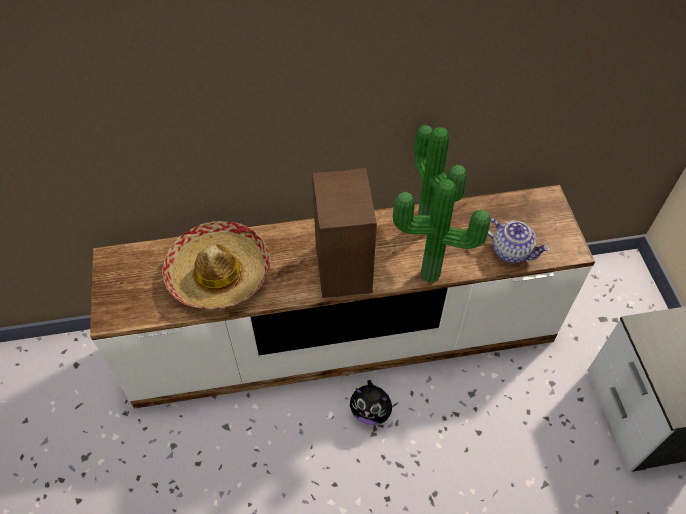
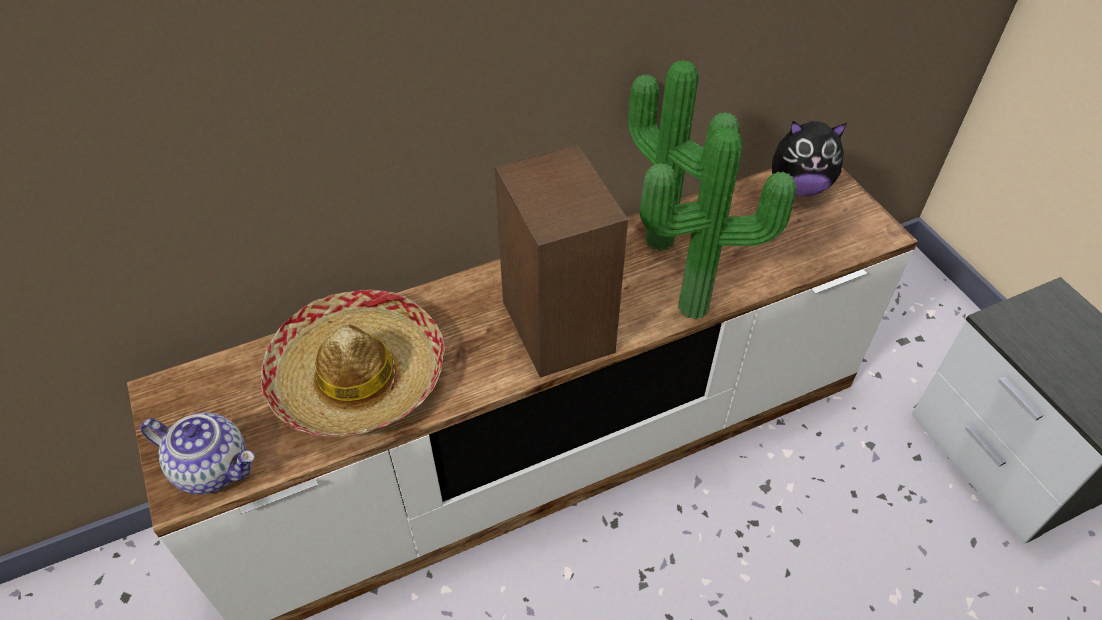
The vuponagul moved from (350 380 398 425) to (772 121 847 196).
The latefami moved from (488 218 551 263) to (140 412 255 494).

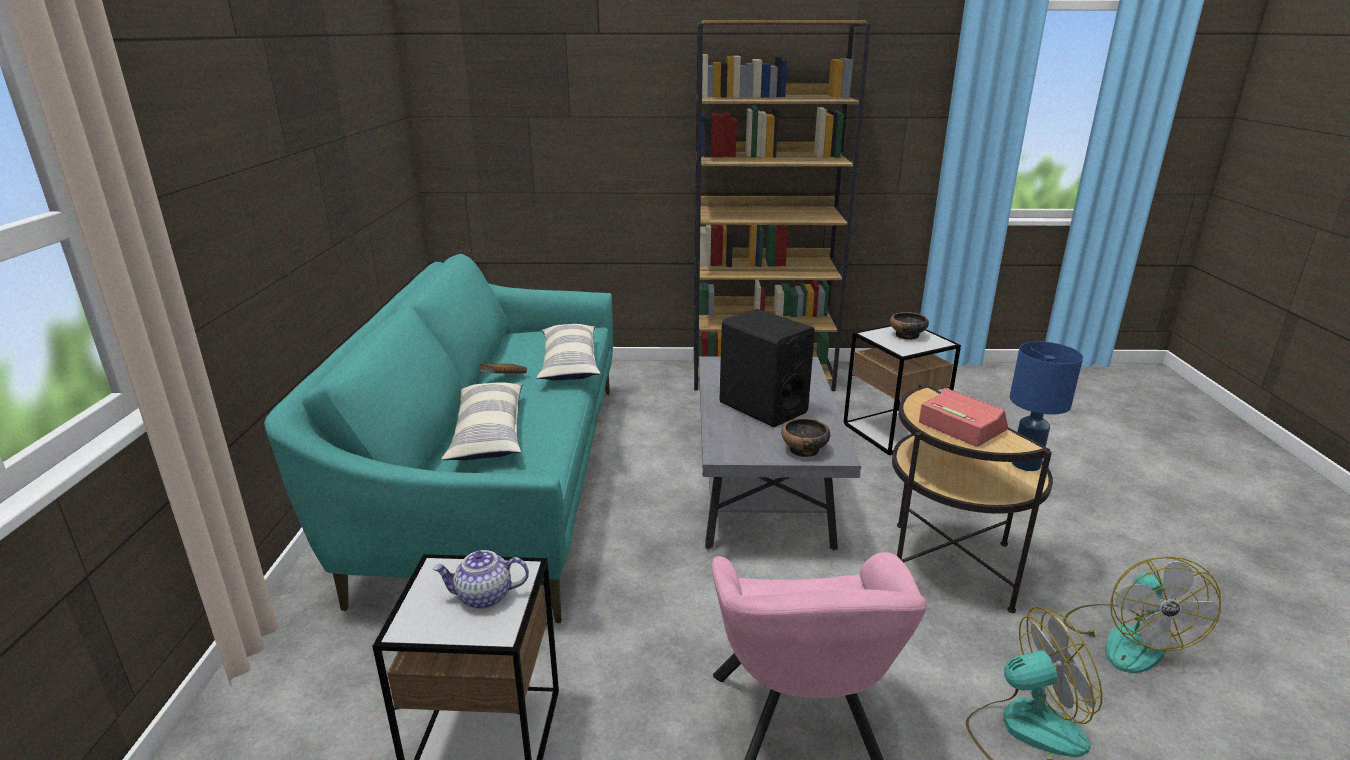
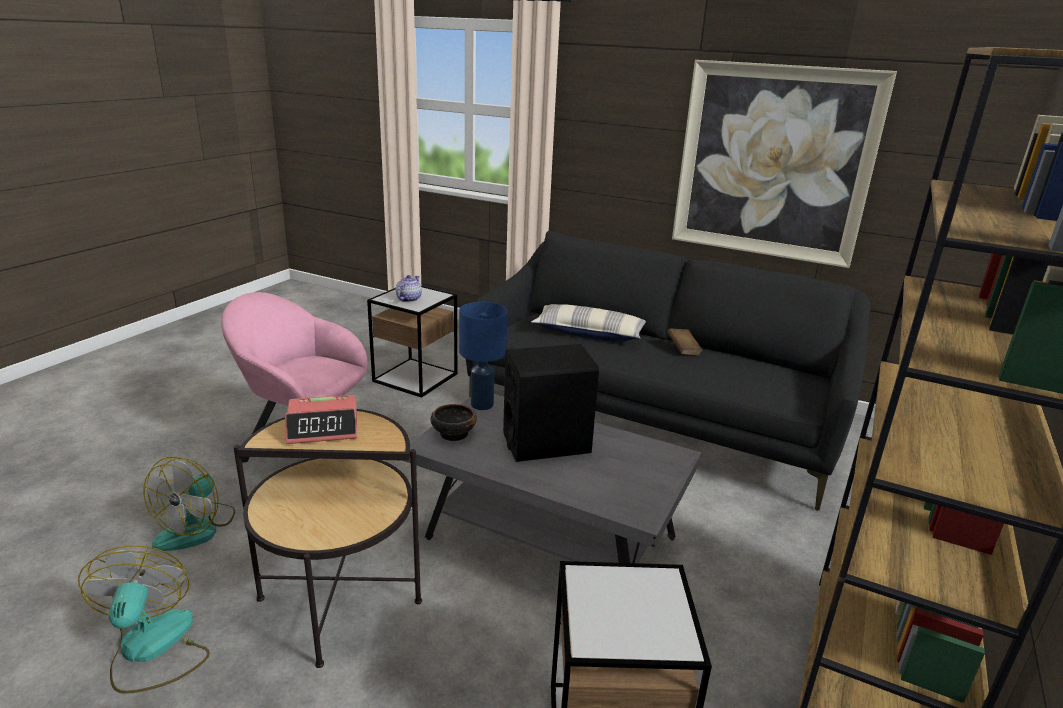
The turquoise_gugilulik at (264 254 613 624) became the black_gugilulik at (466 231 871 511).
The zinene at (536 324 600 380) disappeared.
The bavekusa at (890 312 929 340) disappeared.
The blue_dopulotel moved from (1010 341 1083 471) to (459 302 508 410).
The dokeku at (1063 557 1221 673) turned 45 degrees clockwise.
The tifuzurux at (672 60 897 268) appeared.

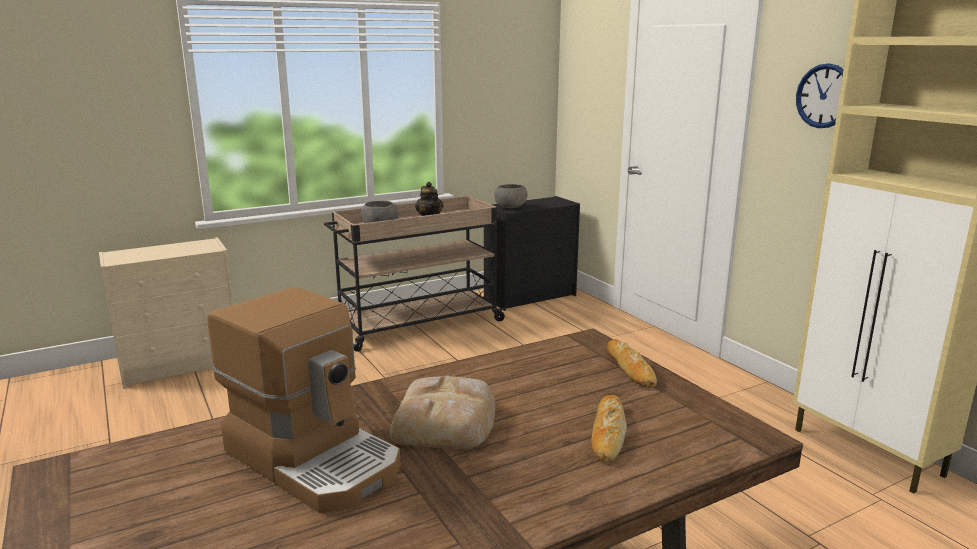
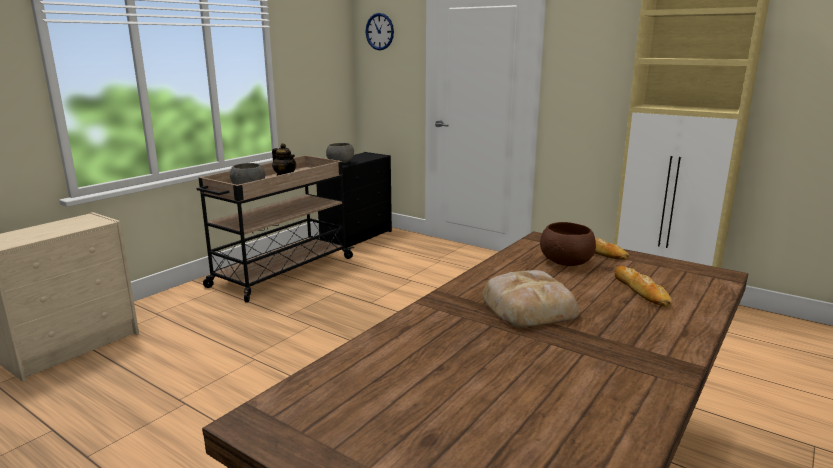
The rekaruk at (208 287 400 513) disappeared.
The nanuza moved from (796 63 844 128) to (366 13 394 50).
The brown_bavekusa at (540 222 596 266) appeared.

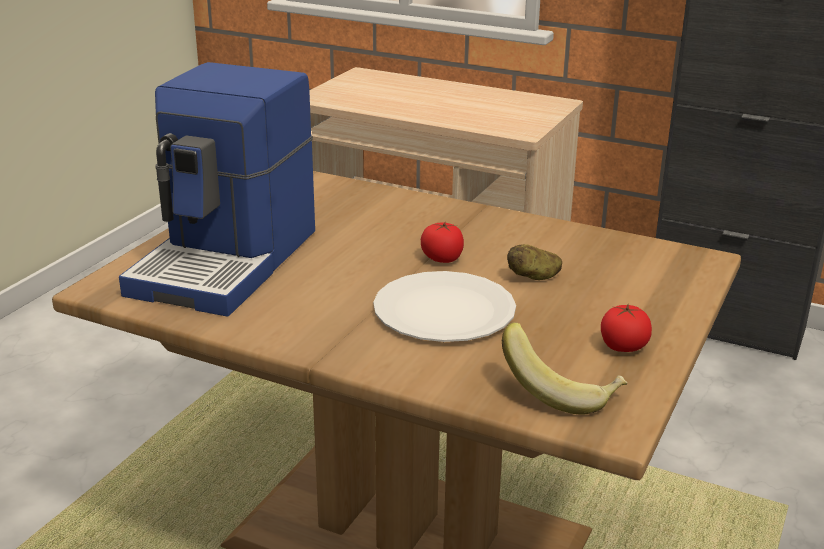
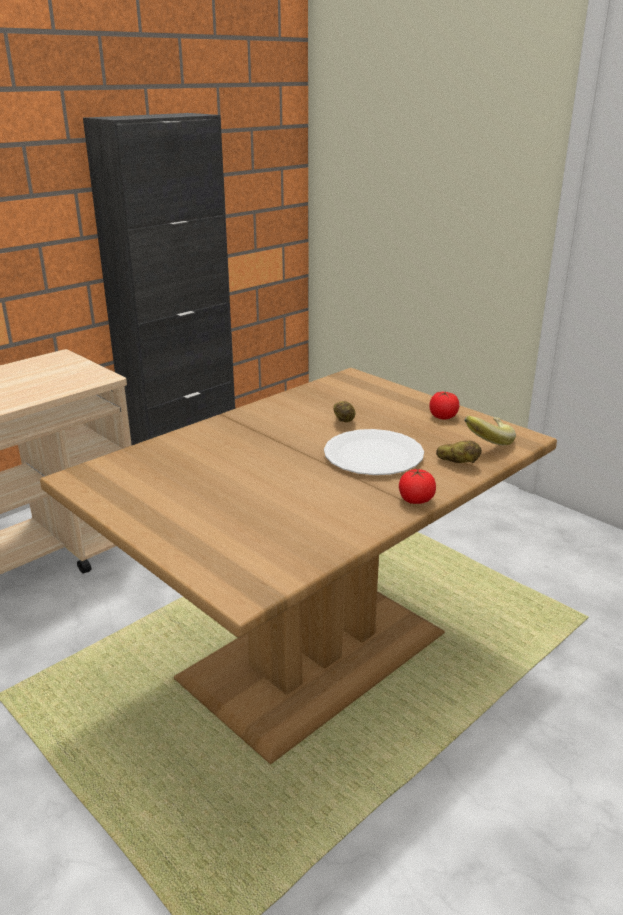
The rekaruk at (119 62 315 317) disappeared.
The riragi moved from (421 222 464 263) to (399 469 436 504).
The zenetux at (436 440 482 463) appeared.

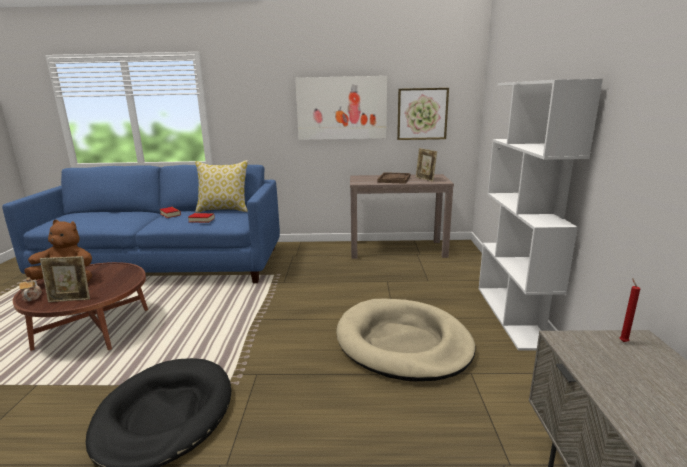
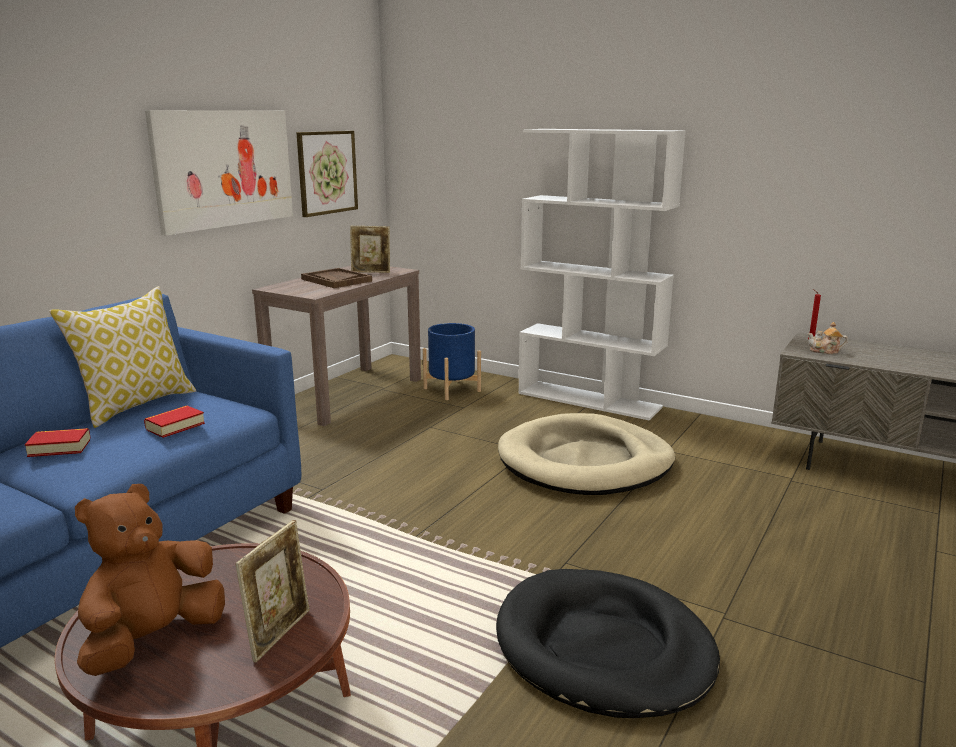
The latefami moved from (19 277 42 301) to (807 322 848 354).
The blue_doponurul at (423 323 481 400) appeared.

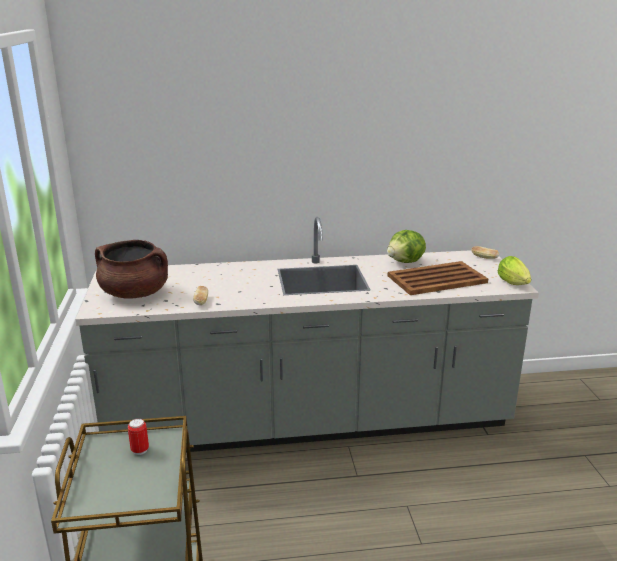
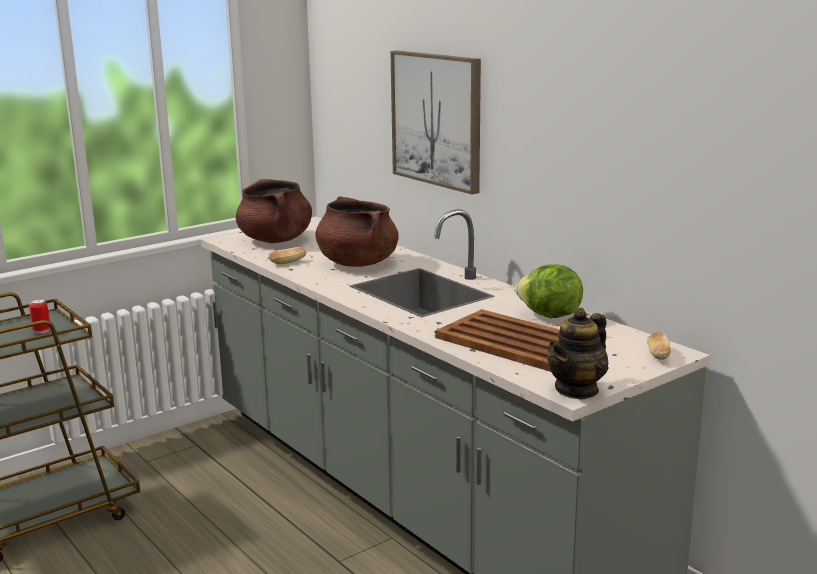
The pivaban at (498 256 531 285) was replaced by the latefami at (547 307 609 400).
The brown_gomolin at (316 196 399 267) appeared.
The tifuzurux at (390 51 481 194) appeared.

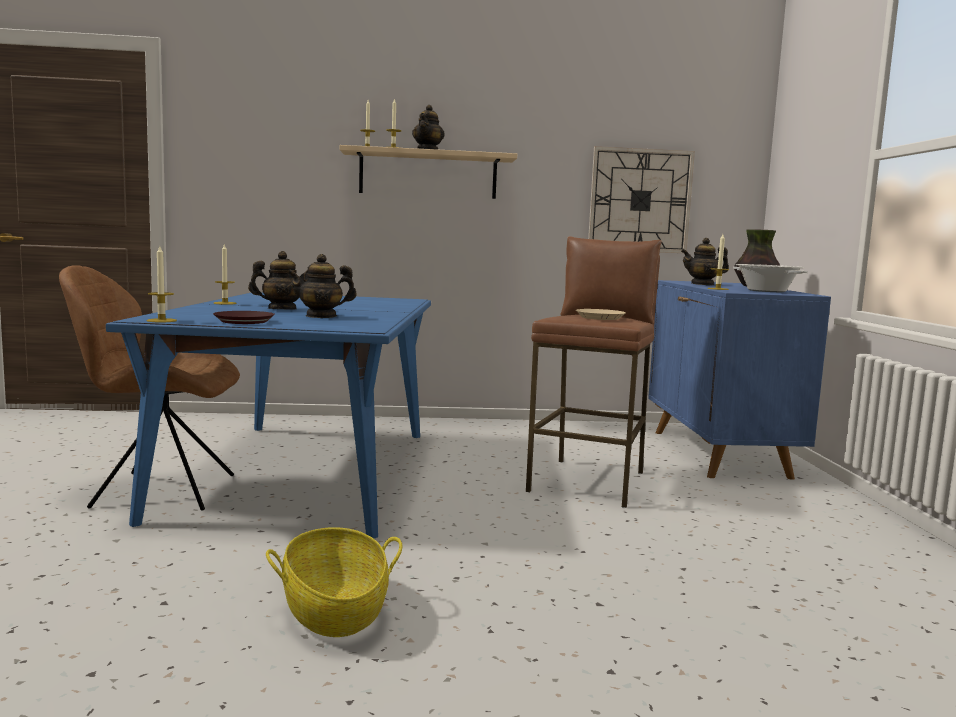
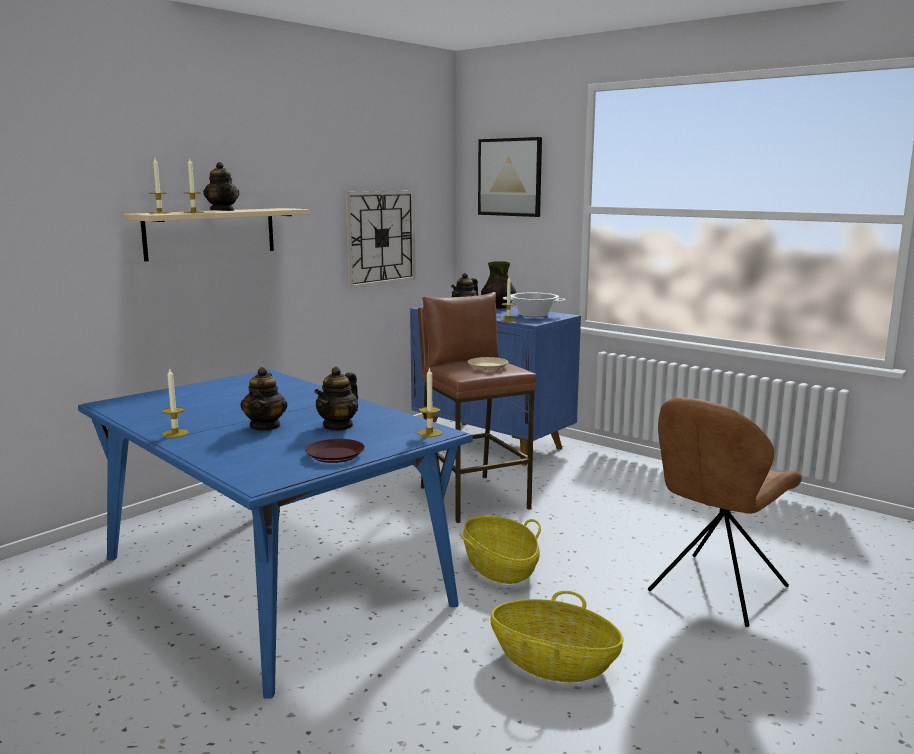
The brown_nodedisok moved from (59 265 240 511) to (648 397 802 627).
The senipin moved from (147 246 177 322) to (417 367 443 437).
The latefami at (248 251 308 309) turned 150 degrees clockwise.
The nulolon at (459 516 541 584) appeared.
The tifuzurux at (478 137 542 217) appeared.

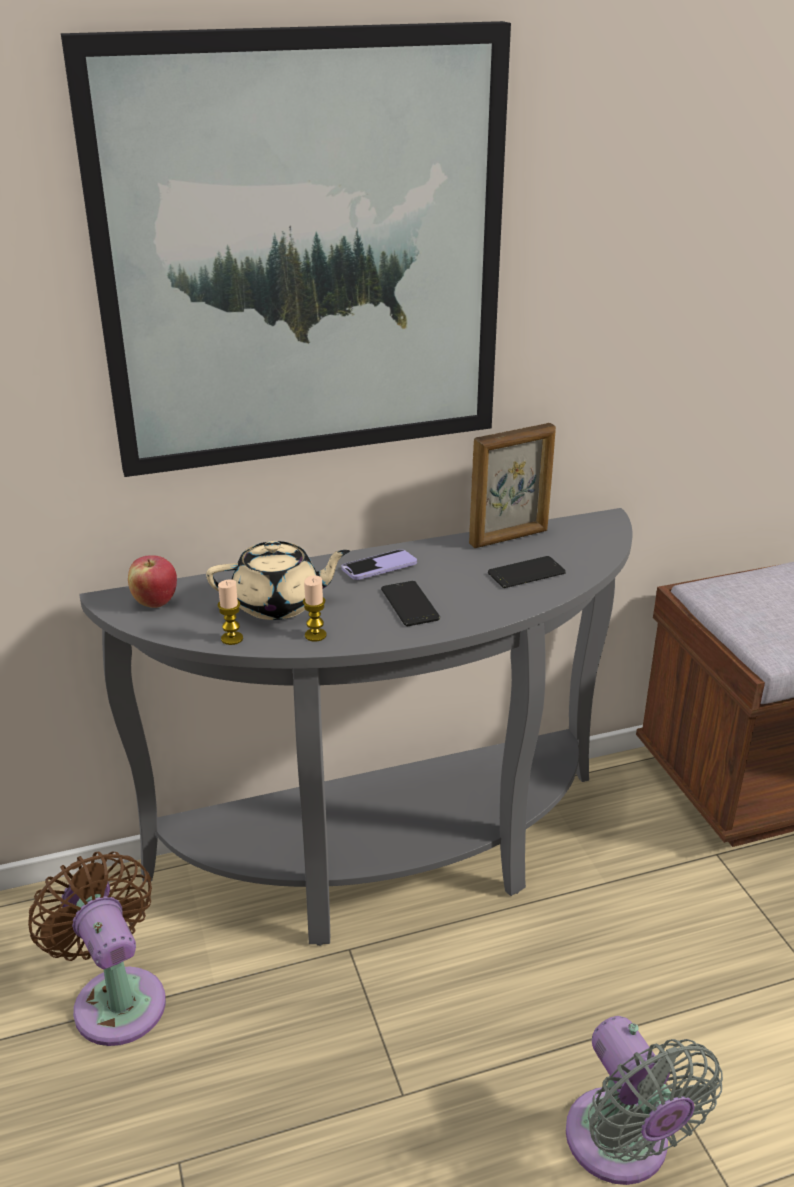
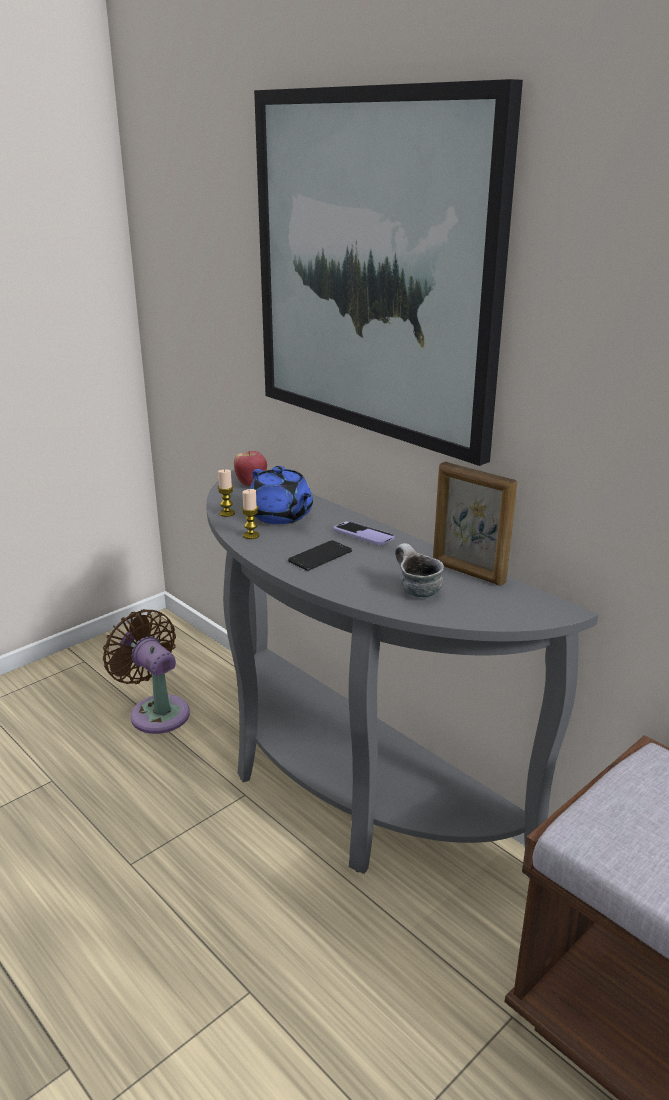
The brown_dokeku at (28 851 166 1046) turned 75 degrees counterclockwise.
The beige_latefami at (206 541 350 620) became the blue_latefami at (250 466 313 524).
The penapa at (488 556 566 588) was replaced by the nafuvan at (395 543 444 597).
The grey_dokeku at (566 1016 723 1185) disappeared.

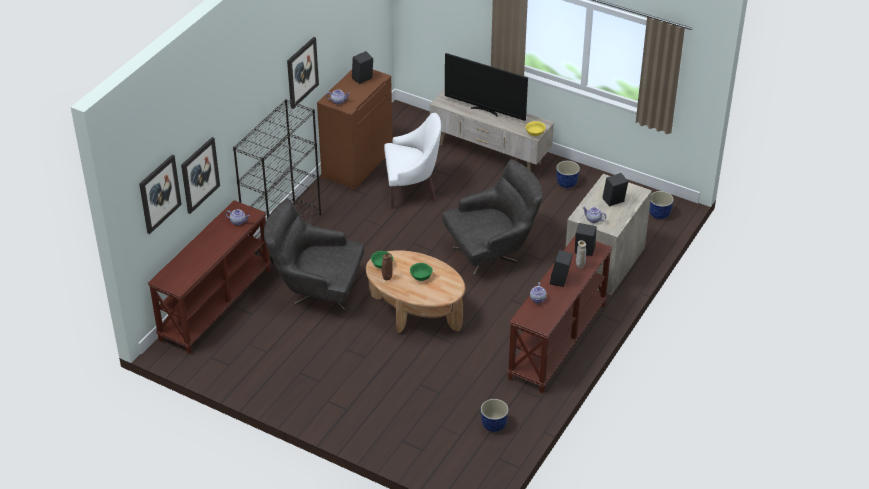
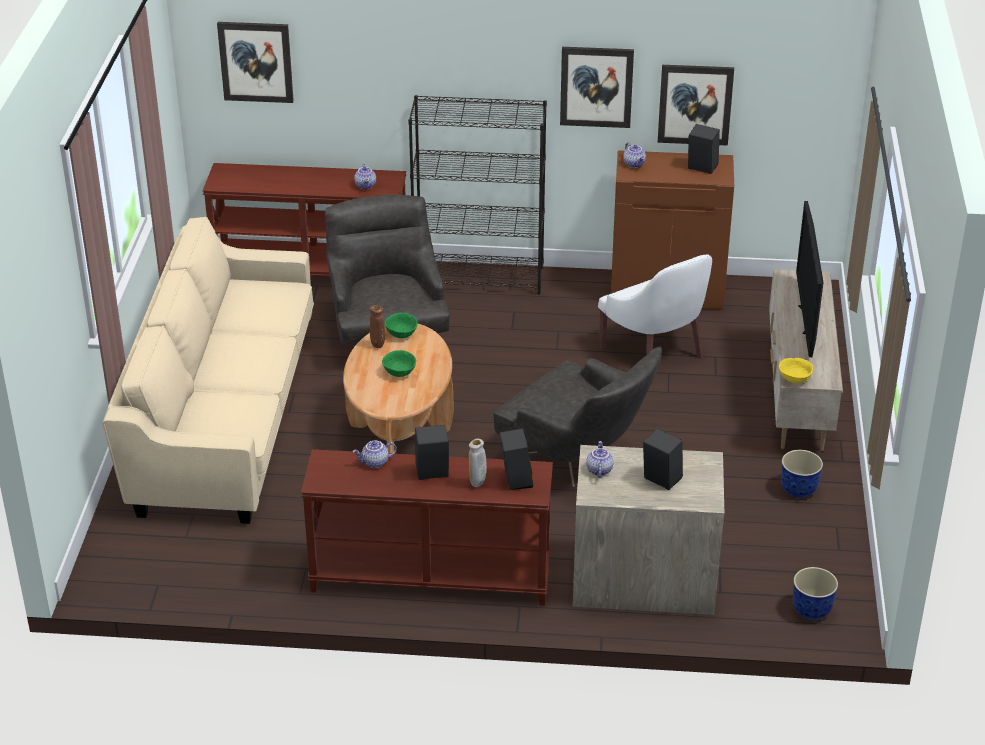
The tifuzurux moved from (181 137 220 214) to (658 65 734 146).
The doponurul at (481 399 509 432) disappeared.
The beige_gugilulik at (102 217 314 524) appeared.

